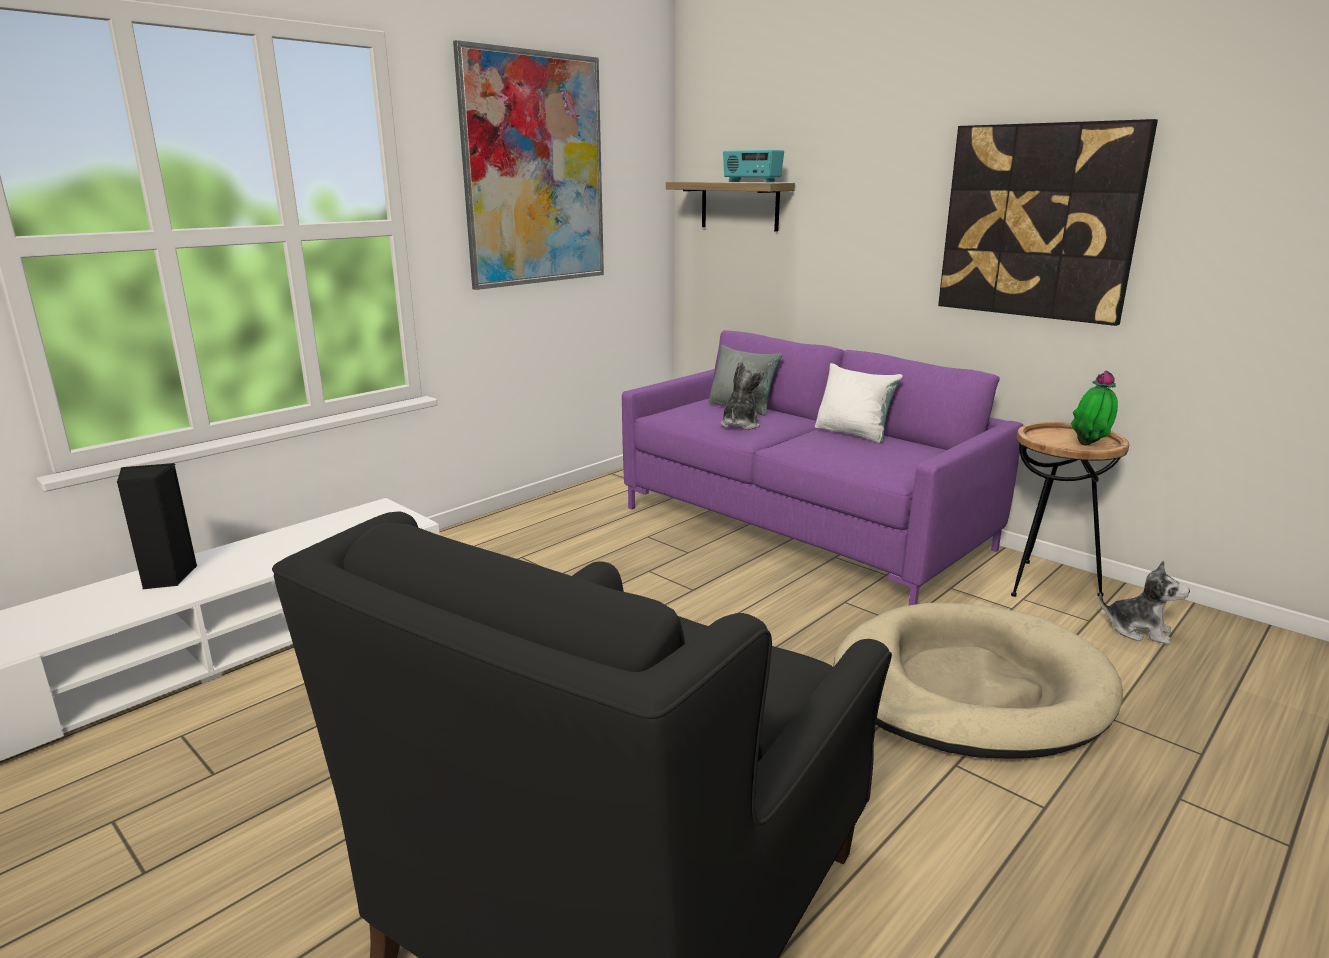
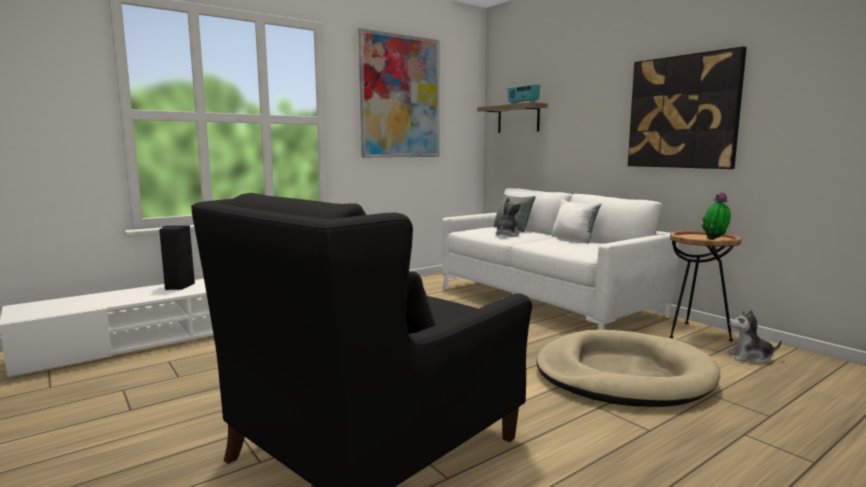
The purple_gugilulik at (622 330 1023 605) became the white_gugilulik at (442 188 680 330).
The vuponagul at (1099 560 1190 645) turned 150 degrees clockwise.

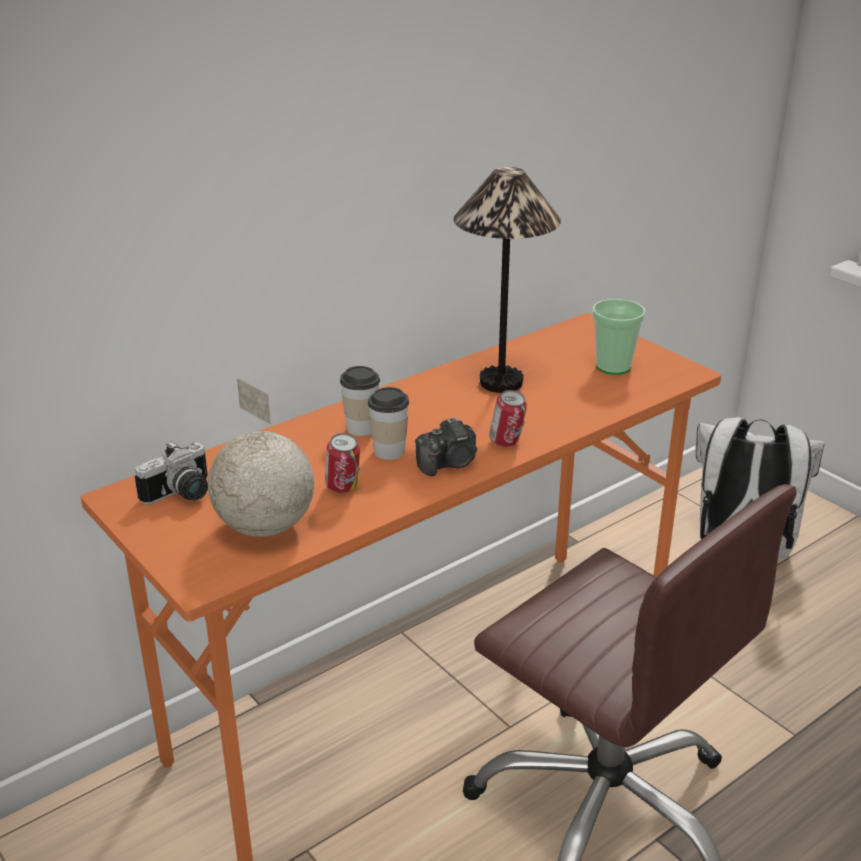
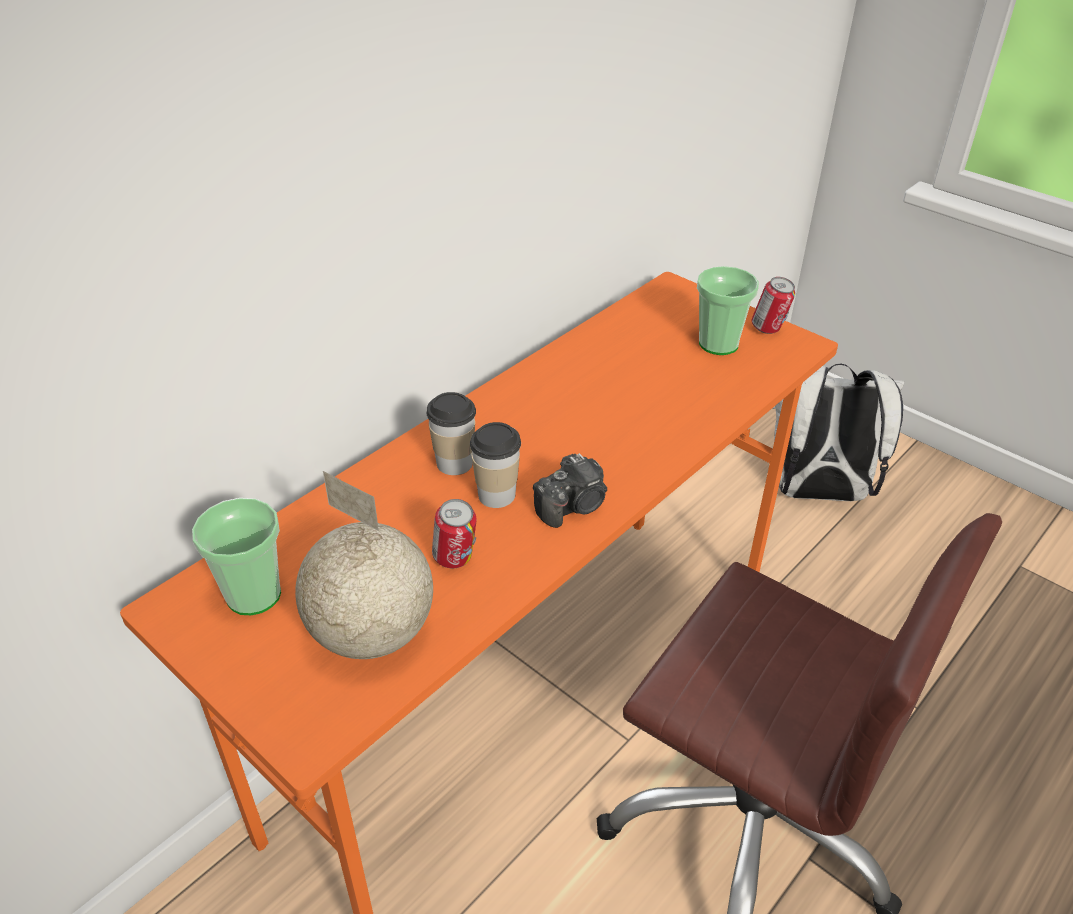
The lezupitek at (135 441 208 505) was replaced by the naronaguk at (192 498 281 615).
The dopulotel at (454 167 561 393) disappeared.
The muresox moved from (489 390 527 447) to (752 277 795 334).

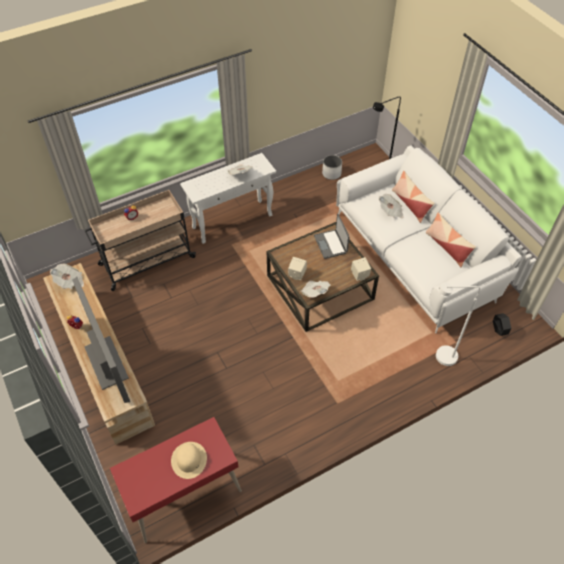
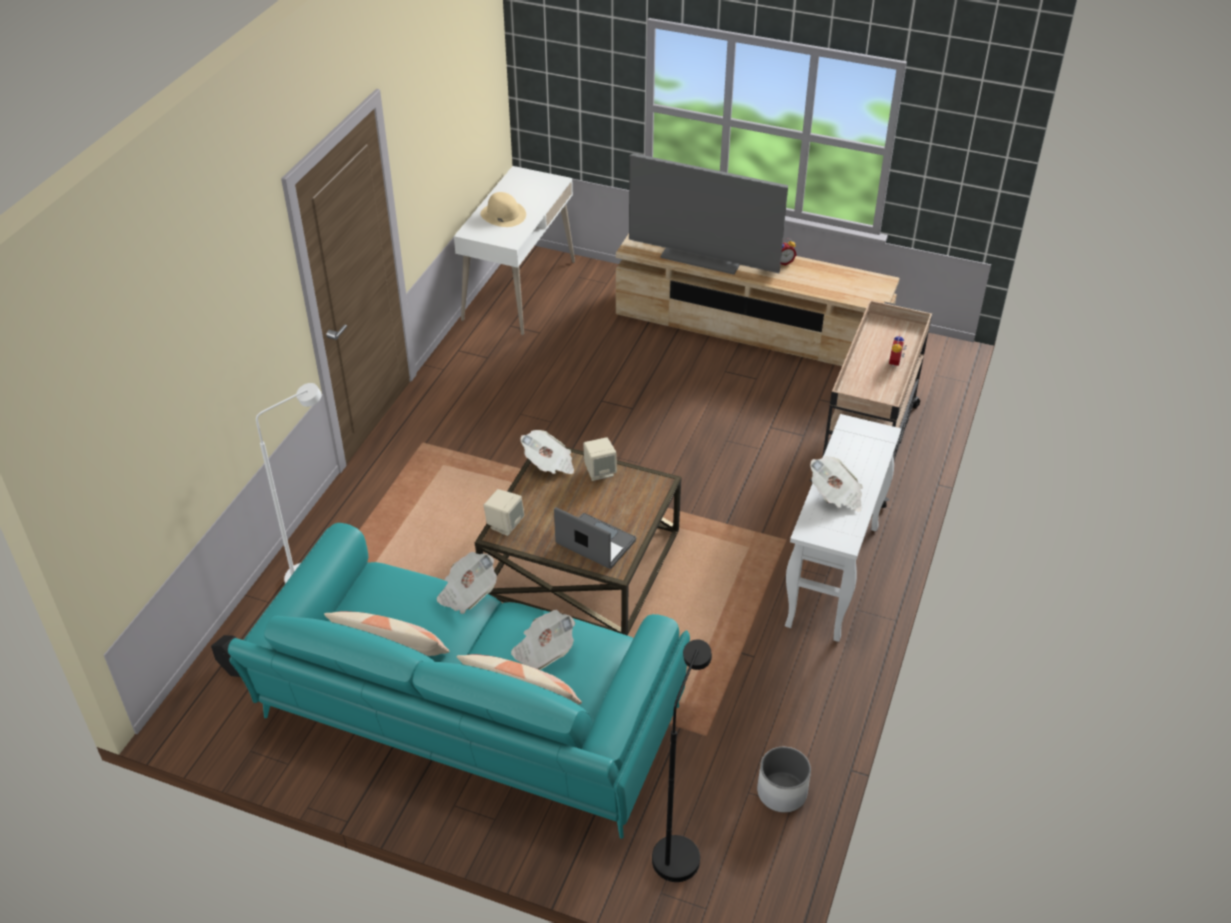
The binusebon moved from (50 264 84 289) to (437 552 497 614).
The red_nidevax at (110 417 242 543) became the white_nidevax at (454 166 575 335).
The white_gugilulik at (336 145 522 333) became the turquoise_gugilulik at (228 523 690 839).

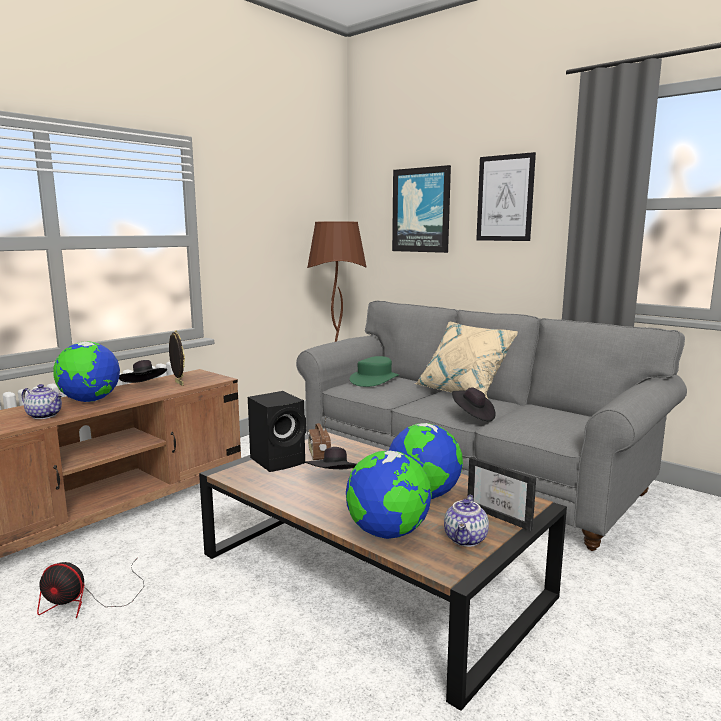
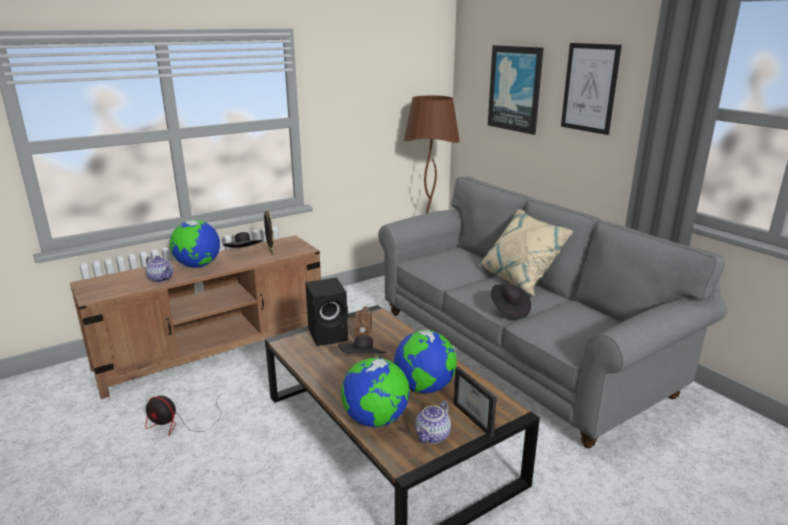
The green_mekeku at (350 356 399 387) disappeared.

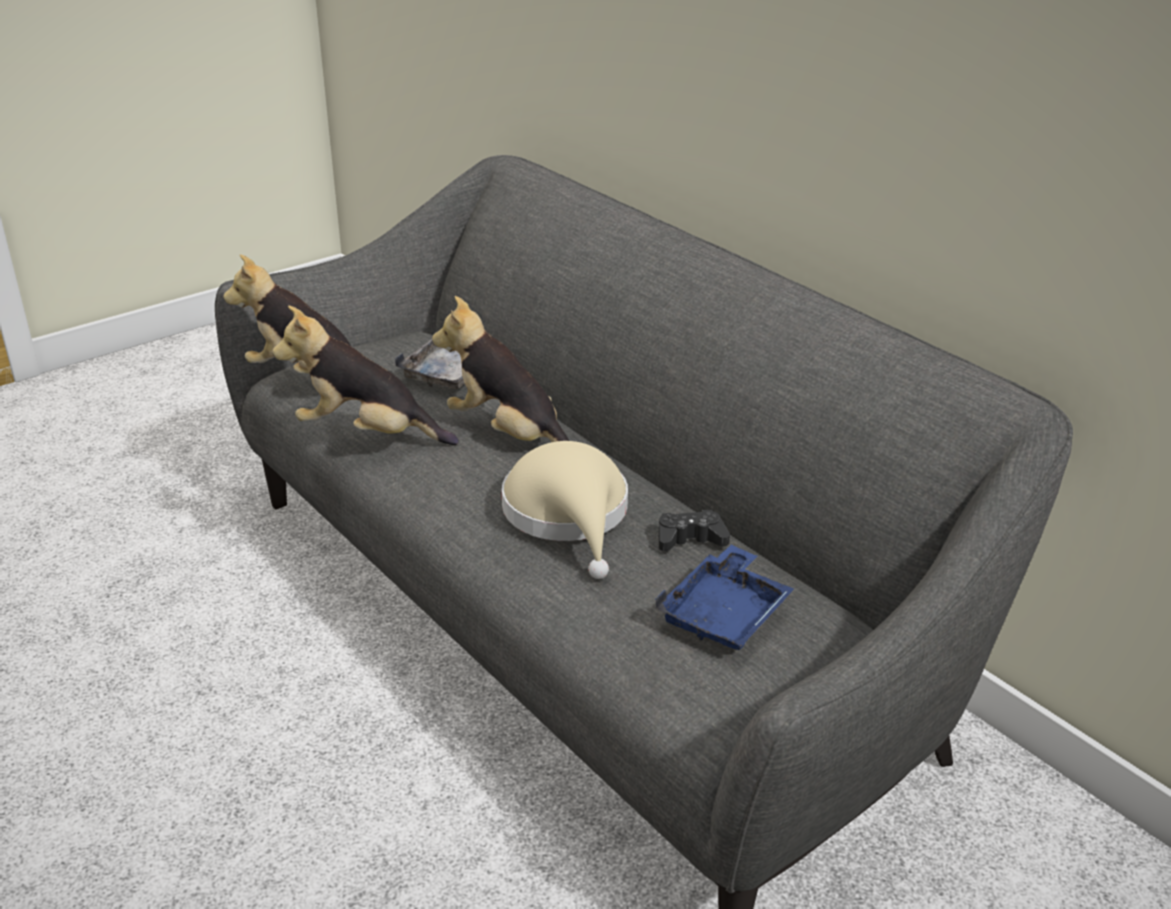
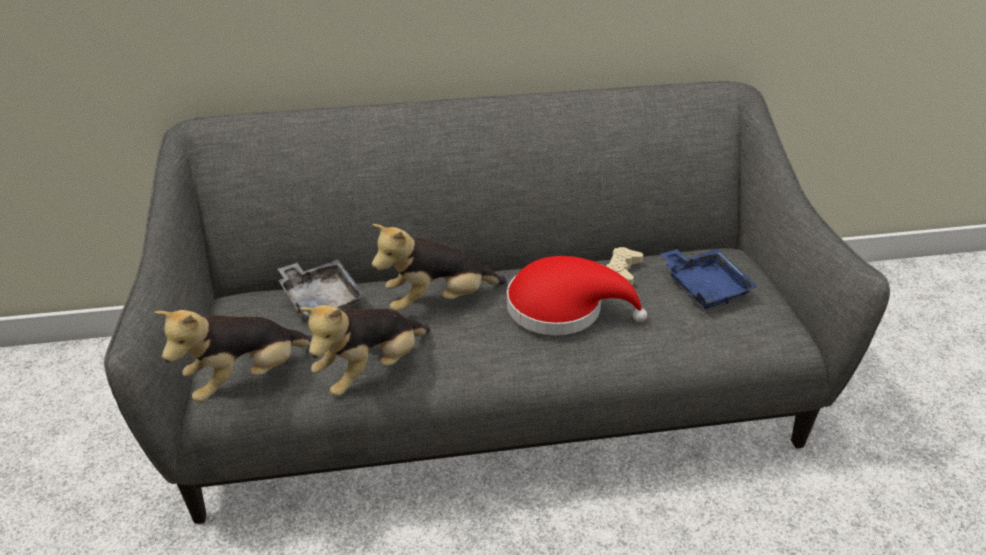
The beige_mekeku at (502 441 628 579) became the red_mekeku at (507 256 647 335).
The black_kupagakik at (658 510 730 551) became the beige_kupagakik at (606 247 643 285).

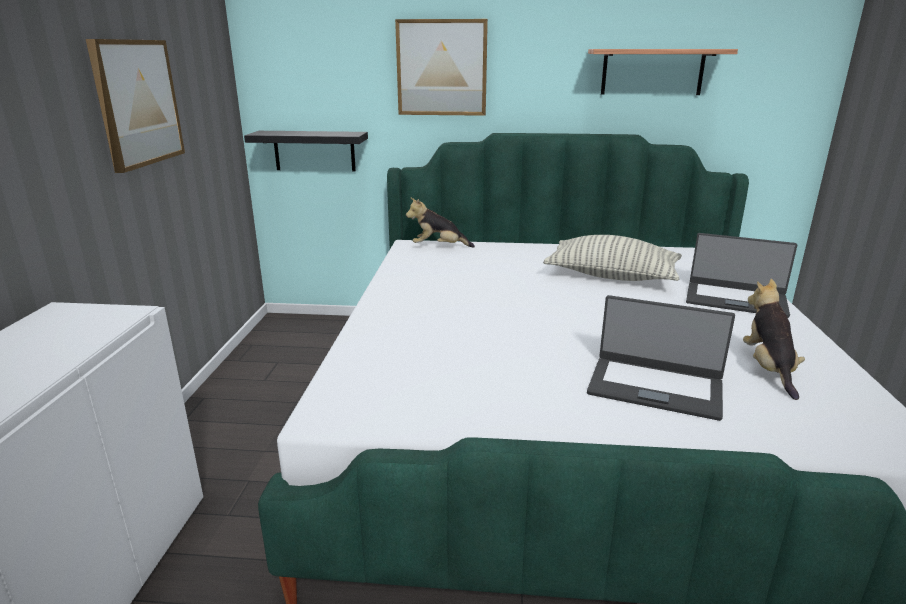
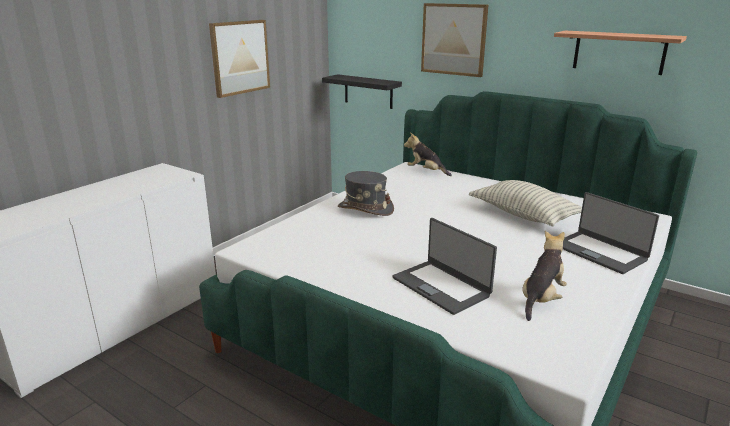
The grey_mekeku at (338 171 394 216) appeared.

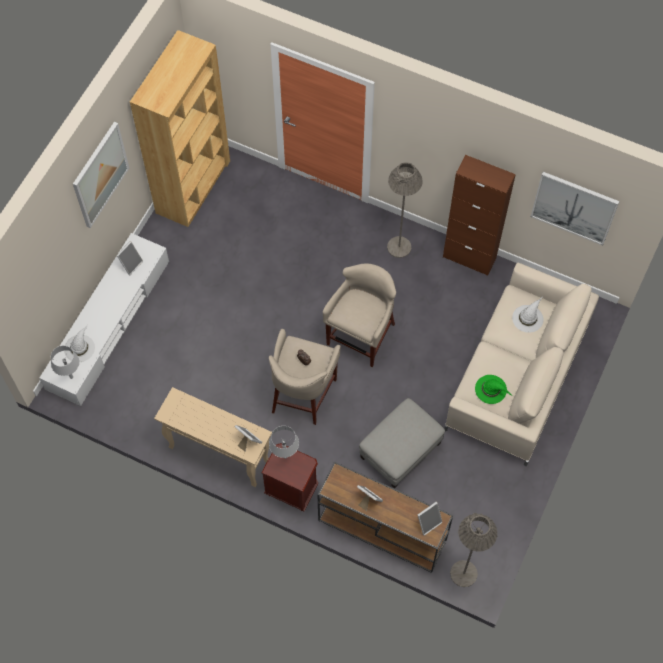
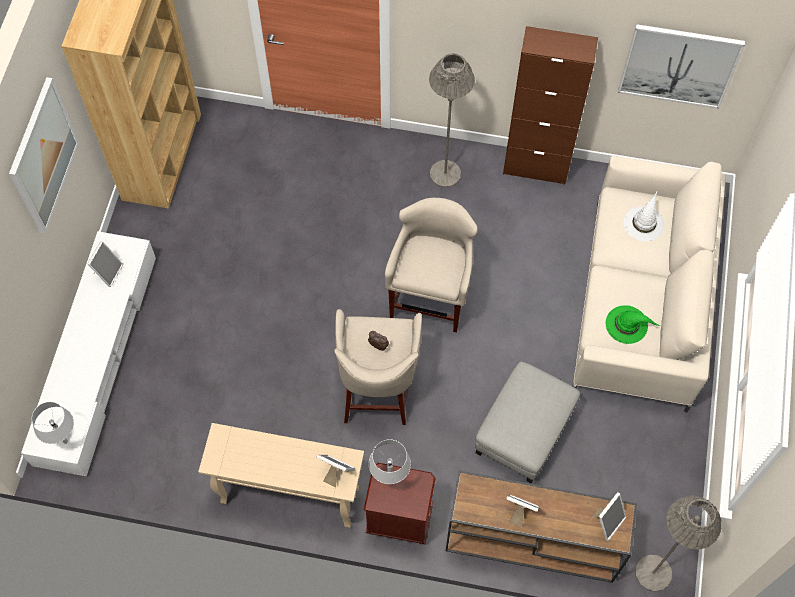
The white_mekeku at (64 324 95 362) disappeared.

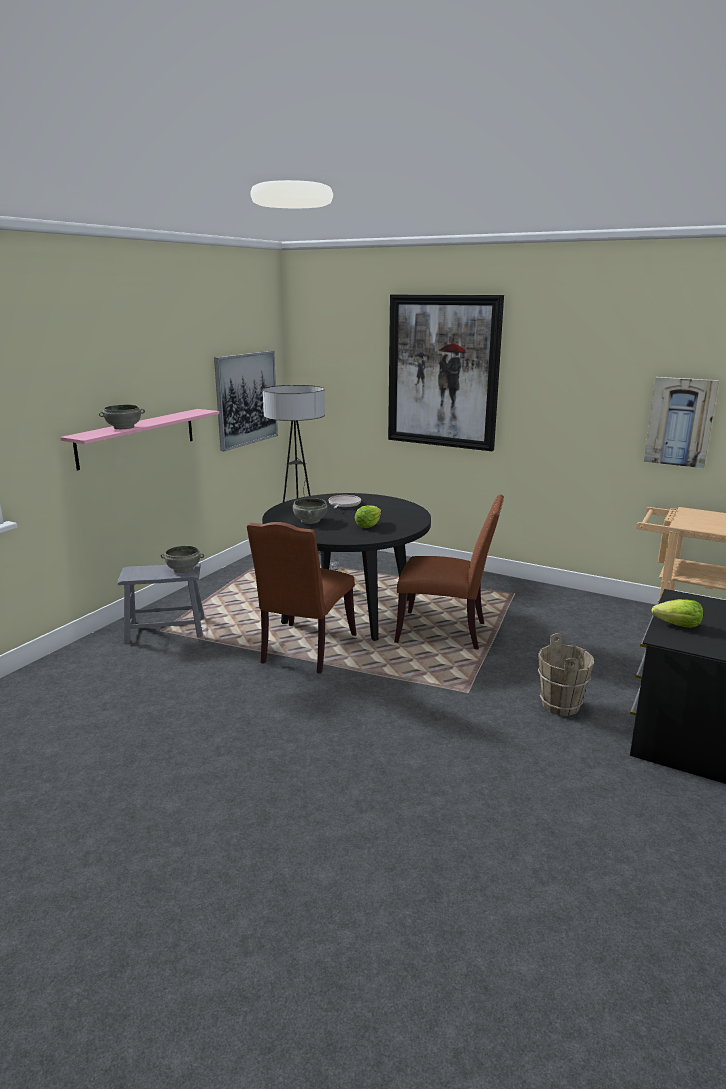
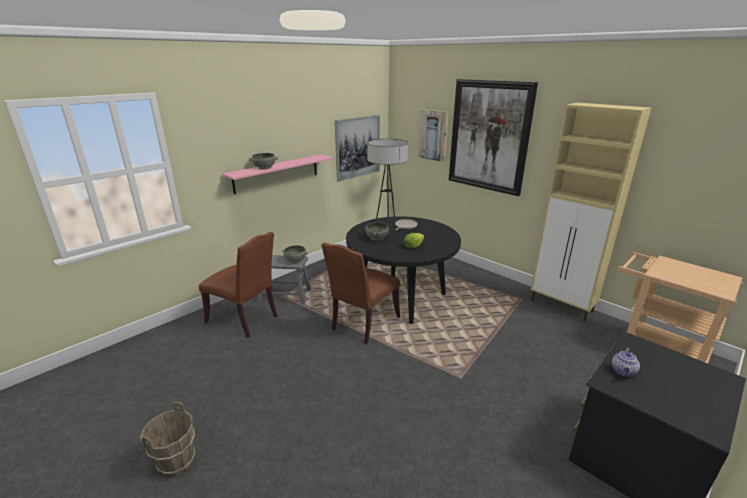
The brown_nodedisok moved from (394 495 504 650) to (199 232 278 338).
The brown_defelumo moved from (538 633 594 716) to (140 402 195 477).
The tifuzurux moved from (644 377 719 468) to (419 109 449 162).
The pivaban at (652 599 703 628) was replaced by the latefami at (612 347 640 377).
The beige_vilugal at (531 103 651 322) appeared.

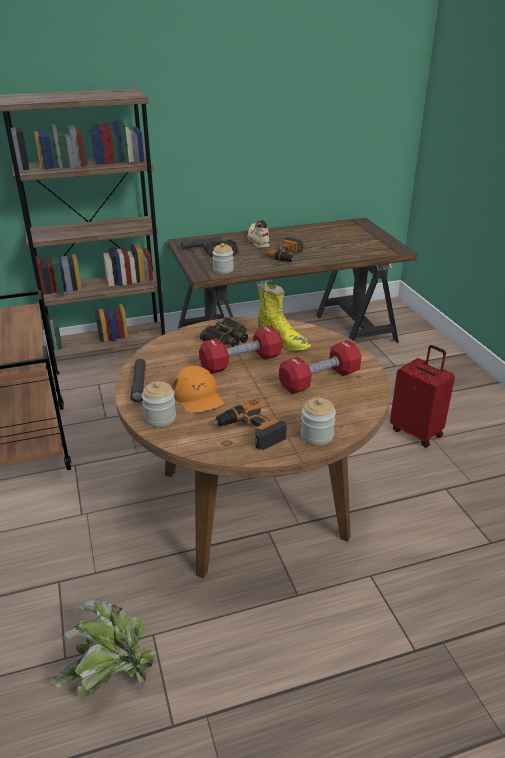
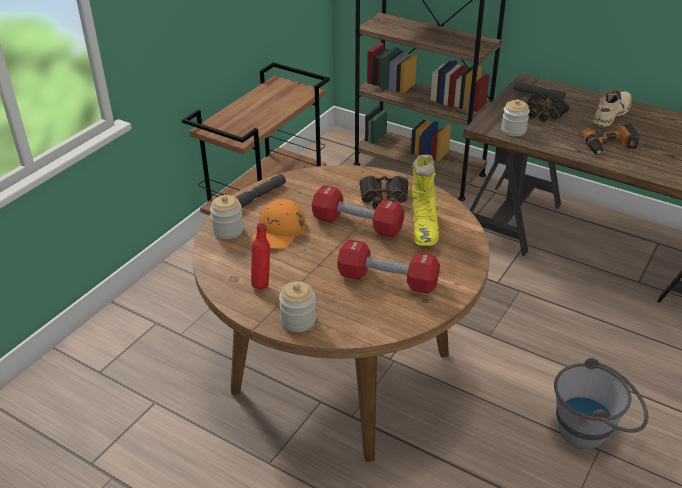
The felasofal at (50 600 156 698) disappeared.
The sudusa at (214 400 286 450) was replaced by the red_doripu at (251 223 270 289).
The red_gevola at (390 345 455 448) was replaced by the grey_defelumo at (554 358 648 449).

